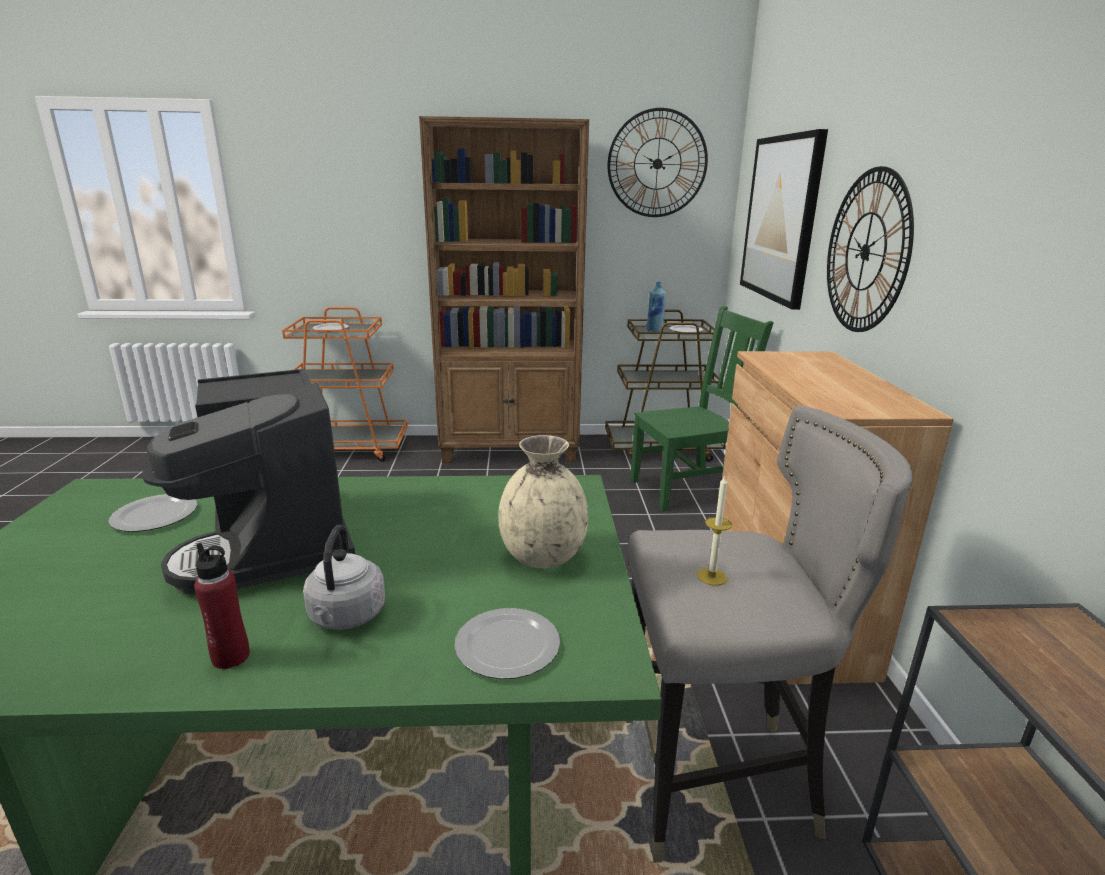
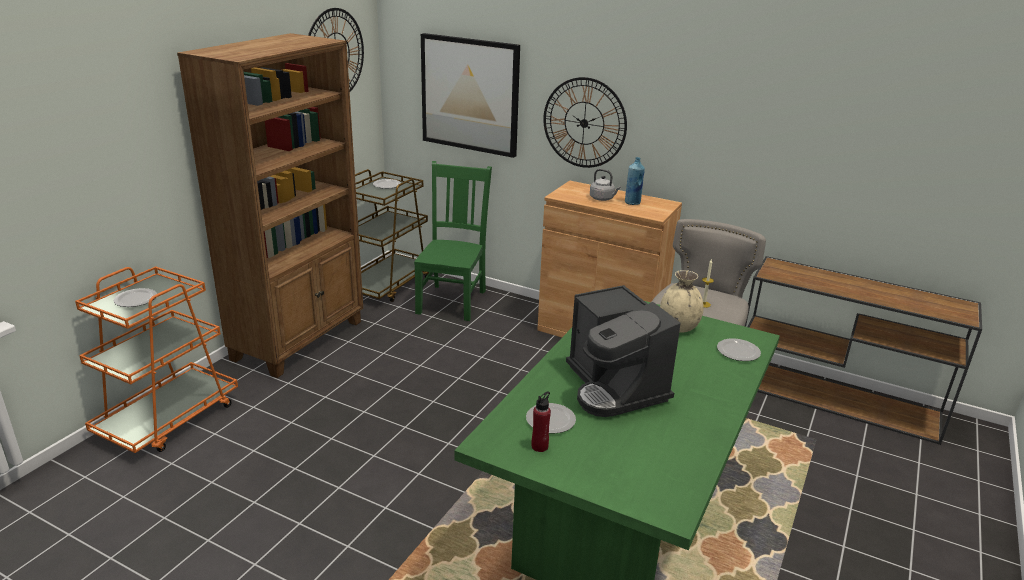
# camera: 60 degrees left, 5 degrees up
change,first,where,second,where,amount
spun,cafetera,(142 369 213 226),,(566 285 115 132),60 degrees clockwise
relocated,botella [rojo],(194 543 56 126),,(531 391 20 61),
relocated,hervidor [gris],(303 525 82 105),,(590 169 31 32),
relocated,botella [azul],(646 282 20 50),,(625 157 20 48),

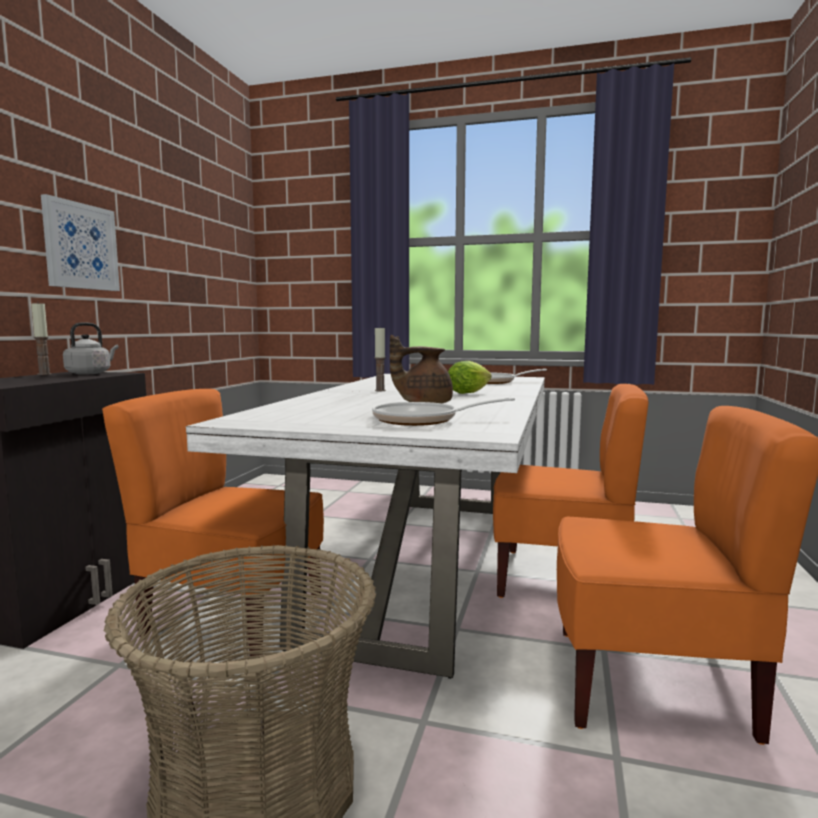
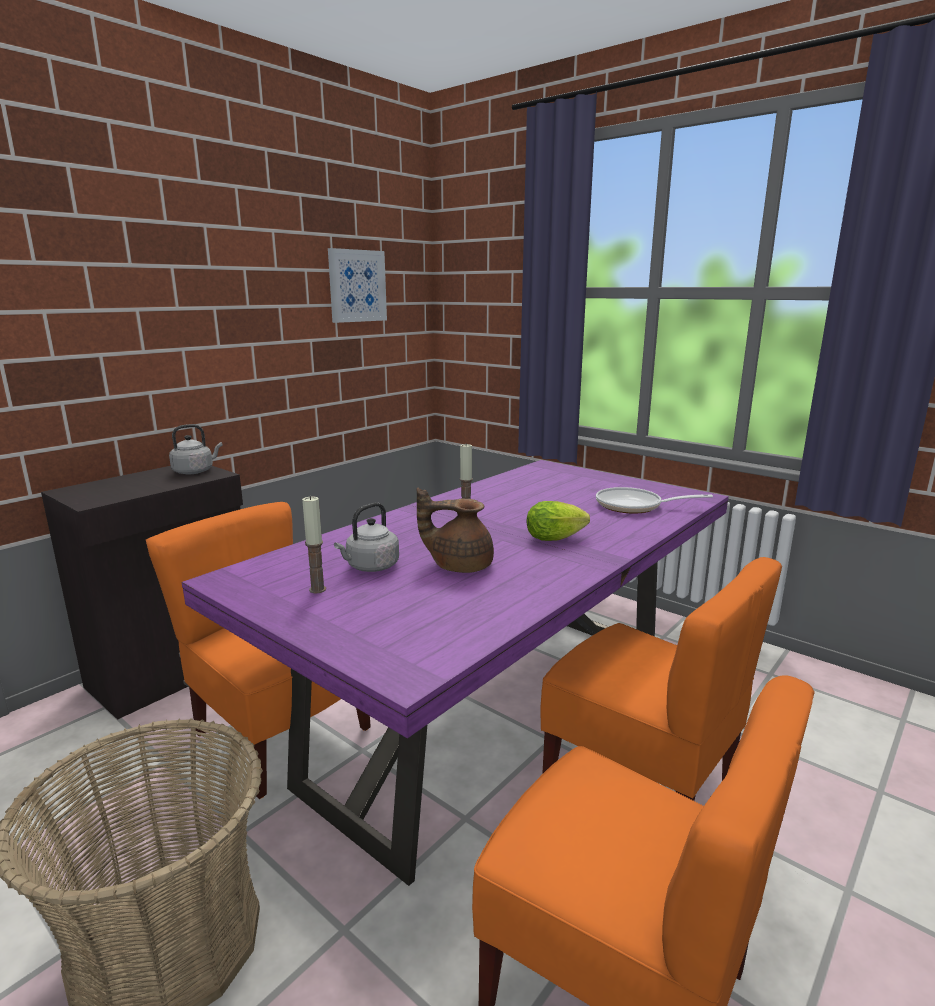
# camera: 25 degrees right, 10 degrees up
change,first,where,second,where,amount
relocated,vela,(31 303 21 72),,(302 496 24 98),
relocated,cuadro,(41 194 79 97),,(328 248 59 75),
colour,mesa de comedor [blanco],(186 374 359 305),mesa de comedor [morado],(181 460 548 426),
missing,sartén,(372 397 143 29),,,
appeared,,,hervidor [gris],(334 502 65 70),

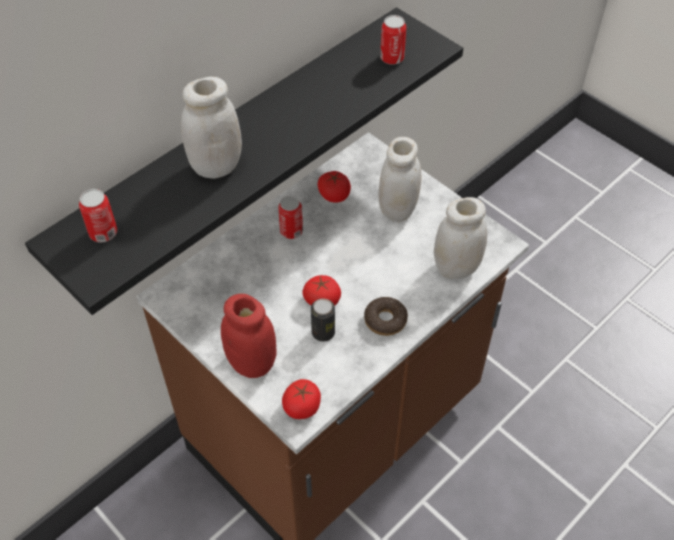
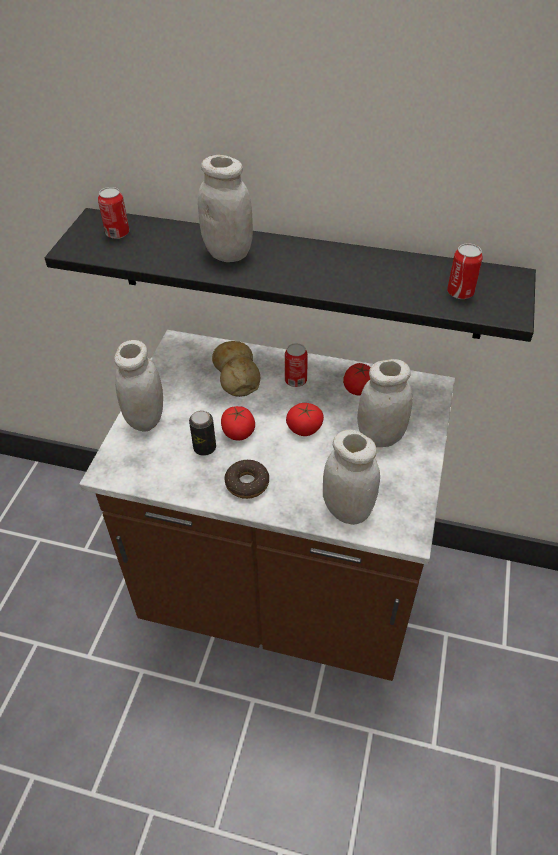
# camera: 60 degrees right, 5 degrees down
change,first,where,second,where,amount
colour,tarro [rojo],(221 294 56 84),tarro [blanco],(114 340 49 92),
relocated,tomate,(282 379 39 40),,(286 403 38 33),
appeared,,,pan,(212 341 48 56),

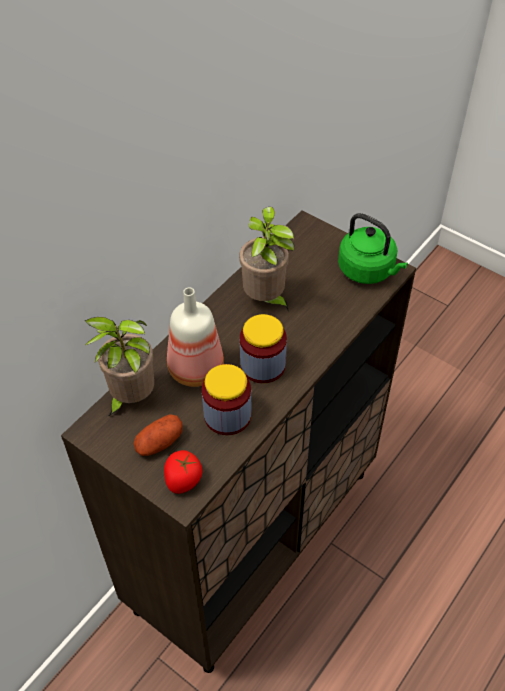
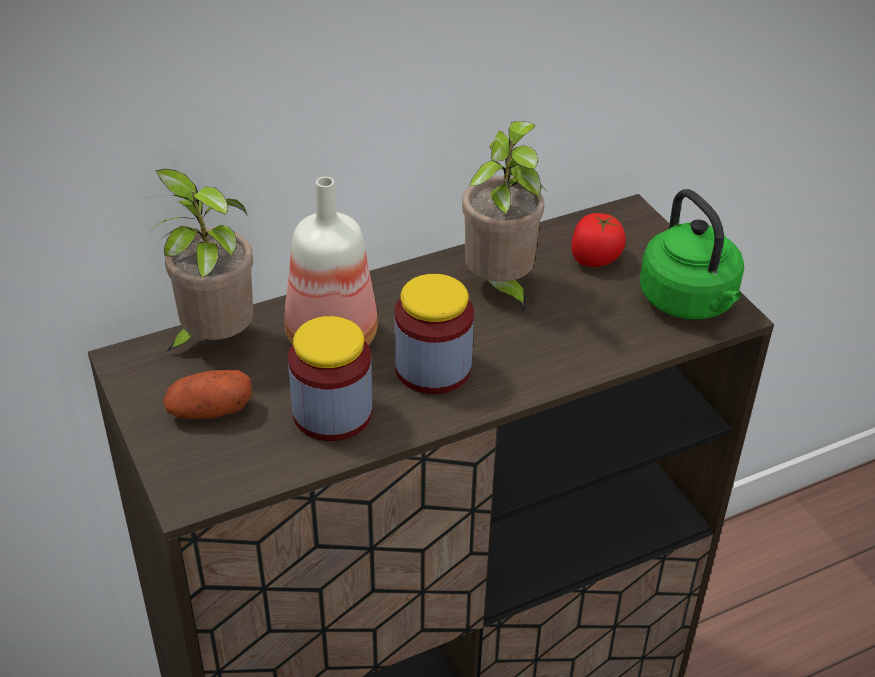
# camera: 25 degrees right, 10 degrees down
change,first,where,second,where,amount
relocated,tomate,(164 450 39 44),,(571 213 55 54),

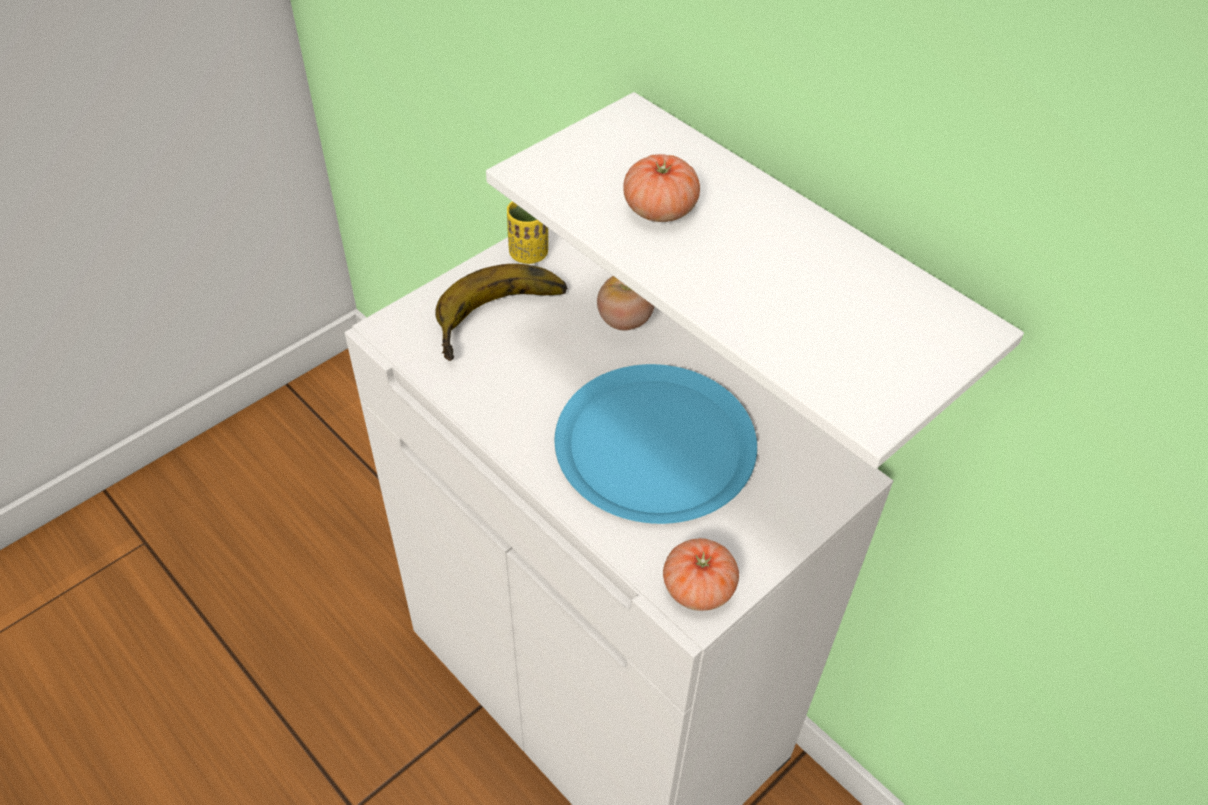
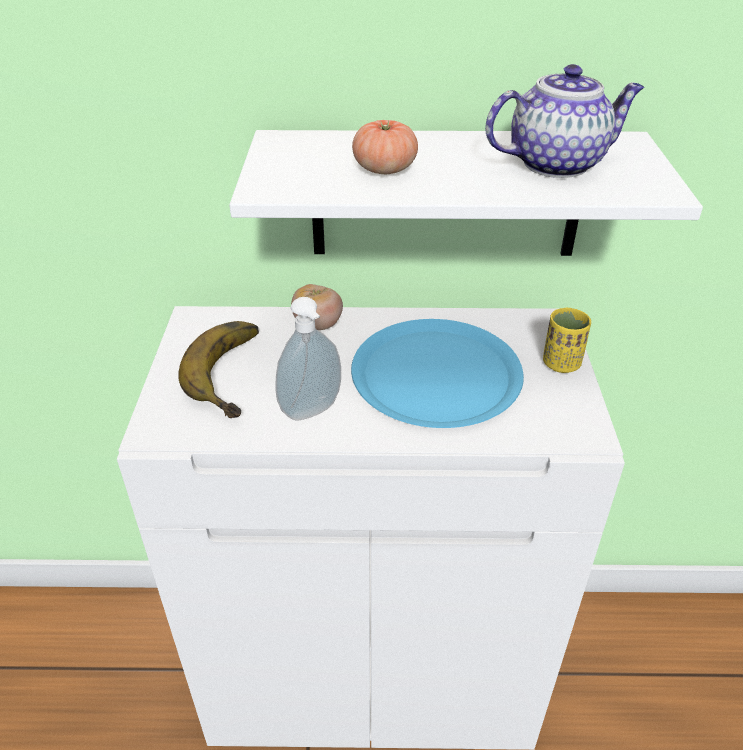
# camera: 45 degrees left, 10 degrees down
change,first,where,second,where,amount
relocated,taza [amarillo],(507 201 41 63),,(543 308 48 65),
missing,tomate,(663 538 76 73),,,
appeared,,,dispensador de jabón,(275 297 66 123),
appeared,,,tetera,(485 64 160 114),

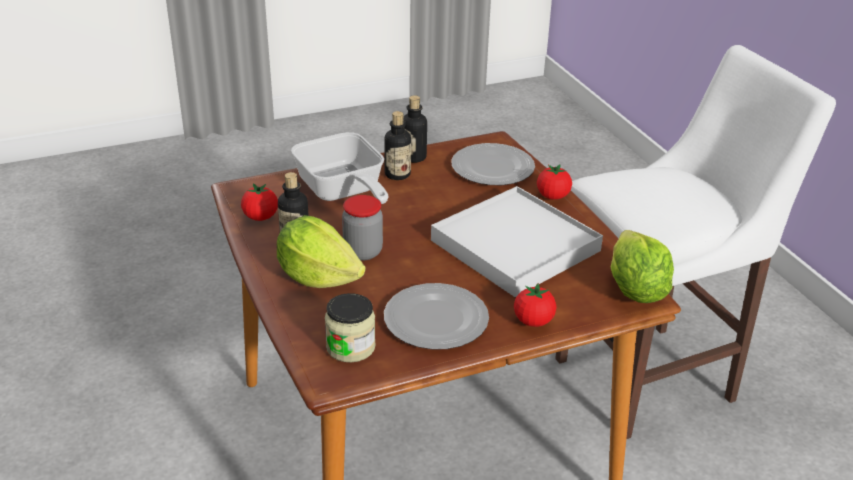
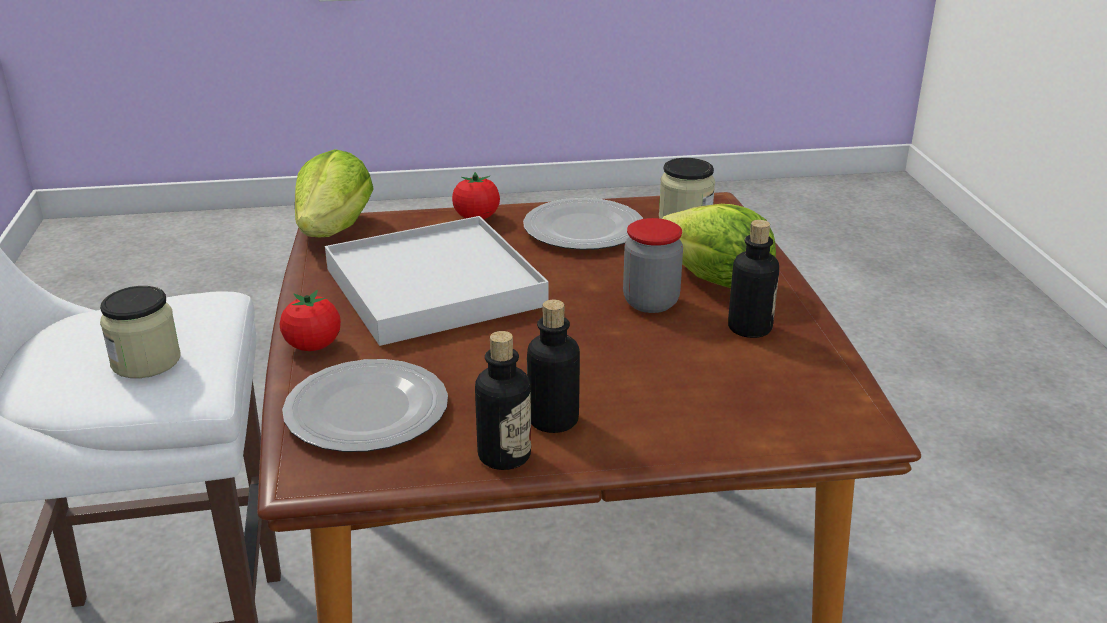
# camera: 165 degrees left, 5 degrees down
change,first,where,second,where,amount
missing,tomate,(241 183 37 38),,,
missing,sartén,(291 132 98 72),,,
appeared,,,tarro,(100 286 80 92),

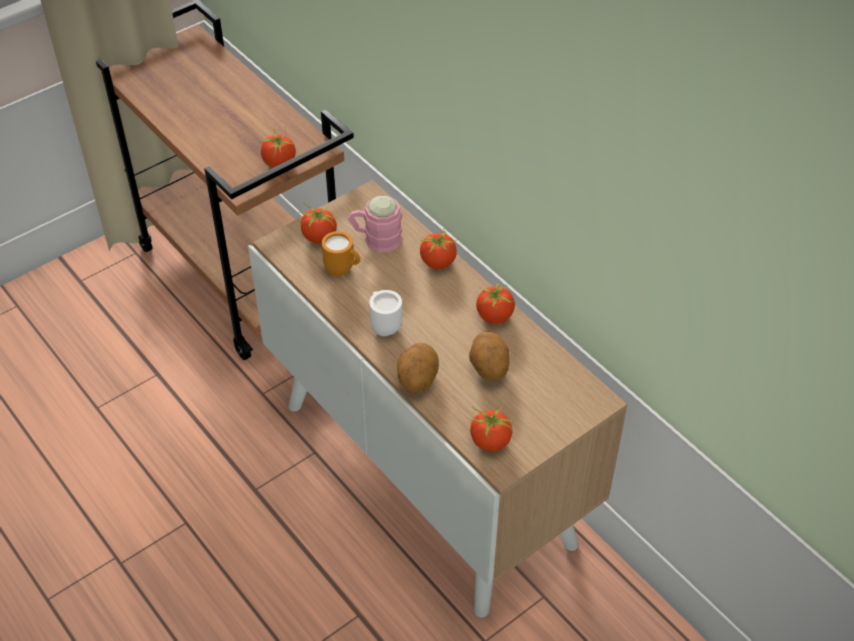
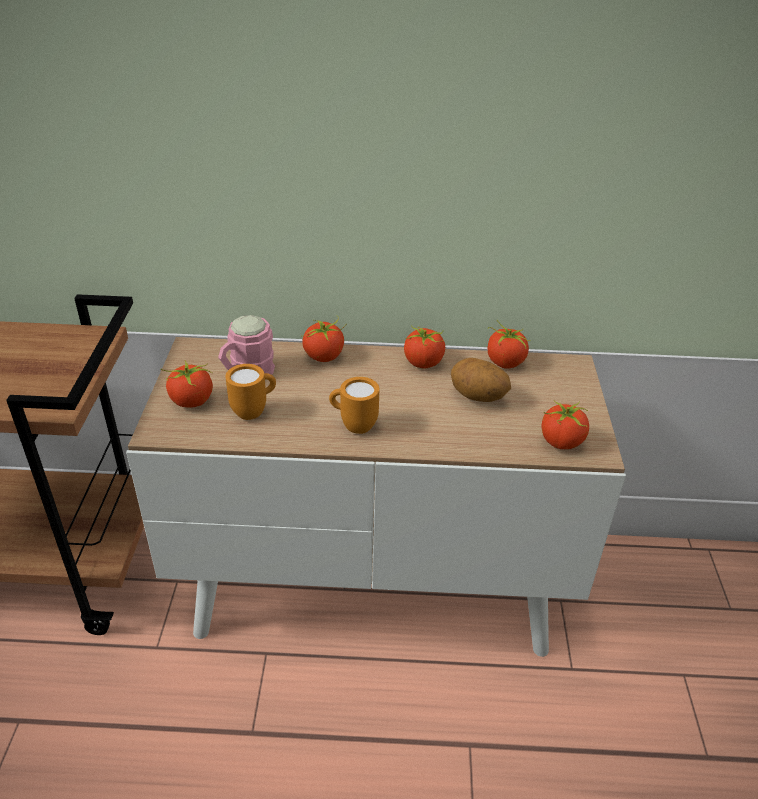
# camera: 50 degrees left, 10 degrees down
change,first,where,second,where,amount
relocated,tomate,(261 128 35 40),,(488 320 43 49),
colour,taza grande [blanco],(369 290 33 46),taza grande [naranja],(329 377 50 57),
missing,patata,(397 342 42 51),,,

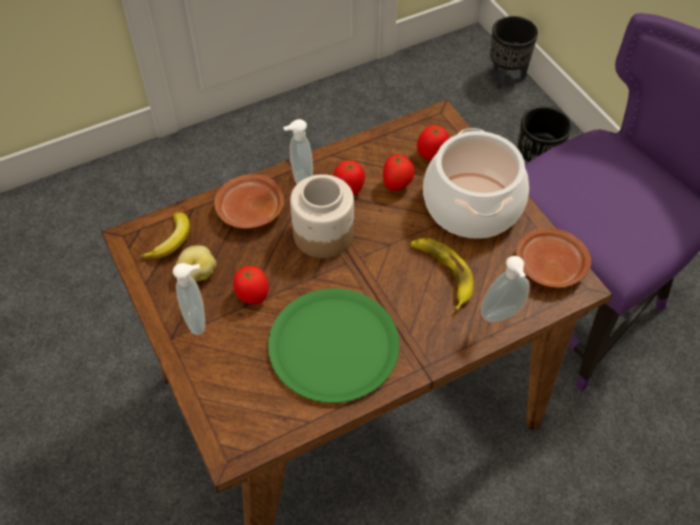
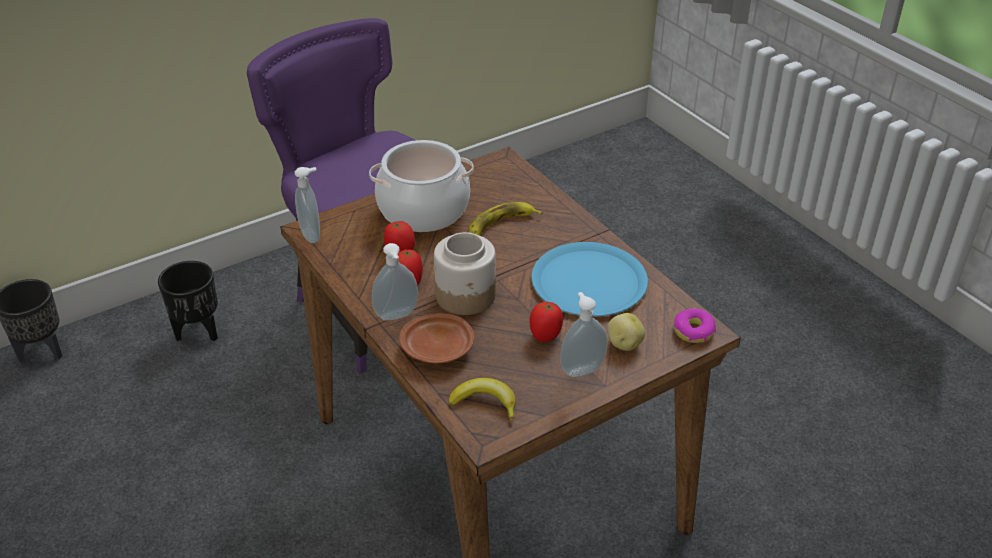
# camera: 95 degrees left, 15 degrees down
change,first,where,second,where,amount
relocated,patata,(176 245 41 36),,(607 313 38 38),
colour,plato [verde],(268 288 131 115),plato [azul],(531 242 117 74),
missing,tomate,(417 125 33 36),,,
relocated,dispensador de jabón,(481 256 49 66),,(294 167 26 76),
missing,plato [marrón],(516 228 75 60),,,
appeared,,,rosquilla,(674 308 42 35),

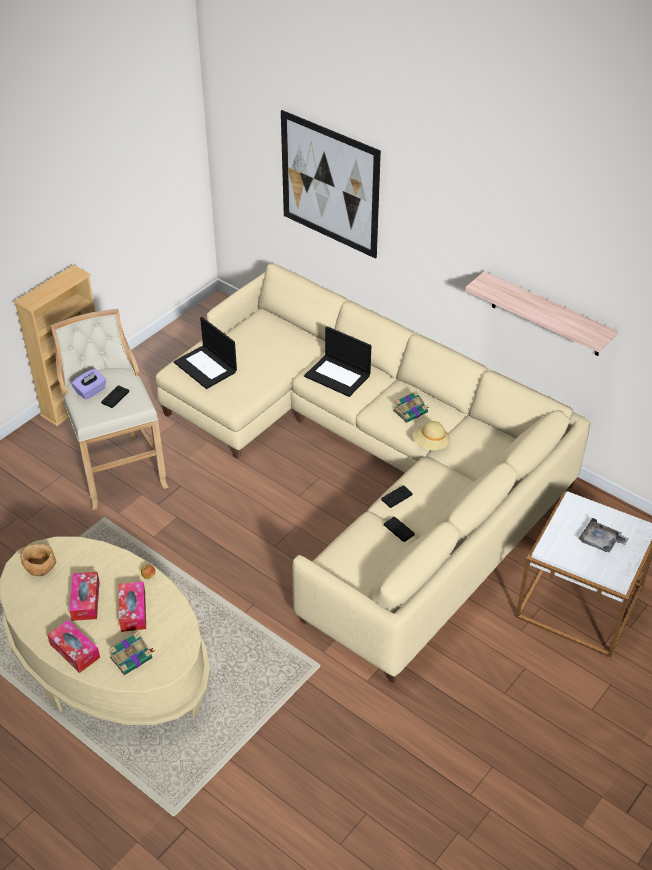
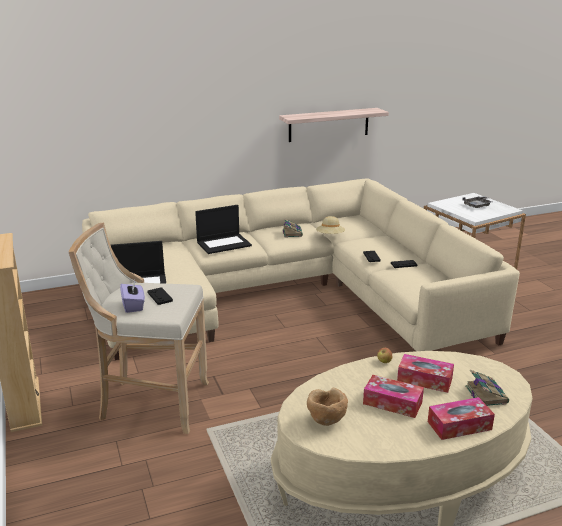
# camera: 60 degrees left, 20 degrees down
change,first,where,second,where,amount
missing,cuadro,(281 110 100 149),,,

